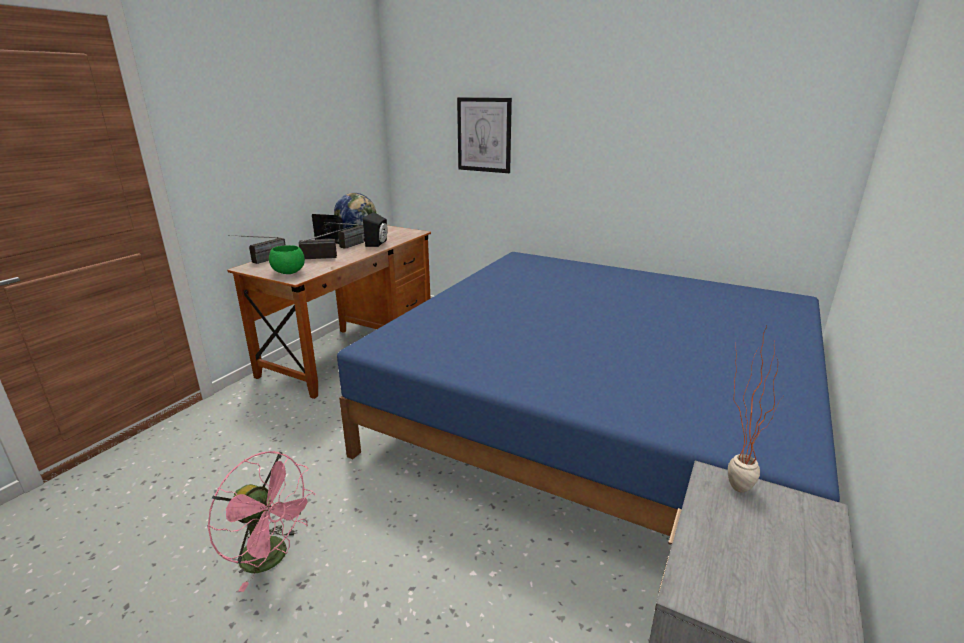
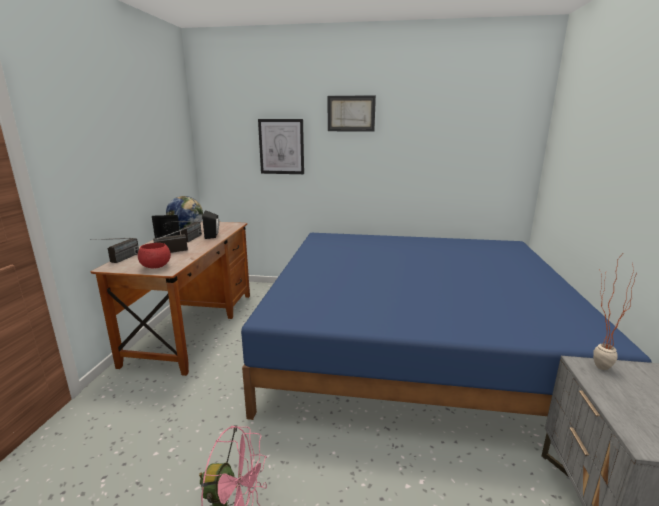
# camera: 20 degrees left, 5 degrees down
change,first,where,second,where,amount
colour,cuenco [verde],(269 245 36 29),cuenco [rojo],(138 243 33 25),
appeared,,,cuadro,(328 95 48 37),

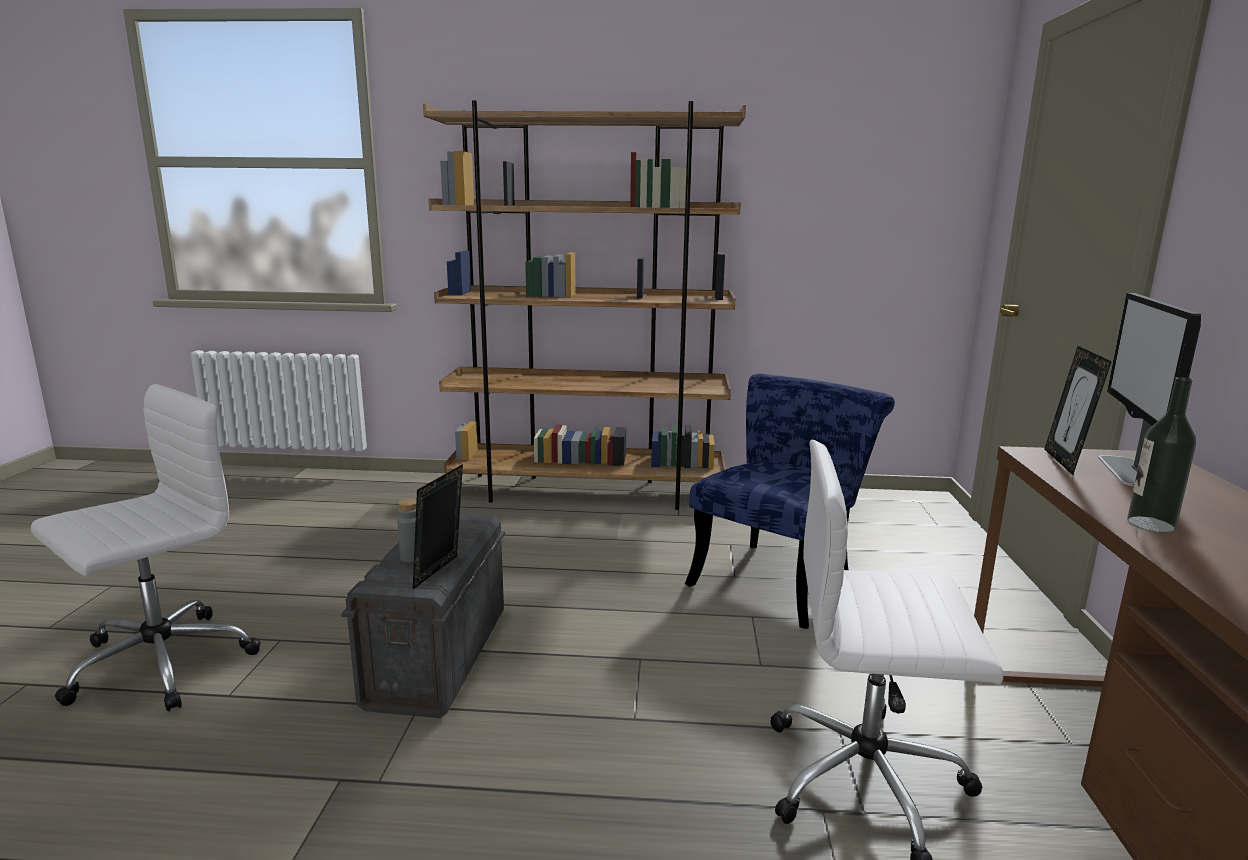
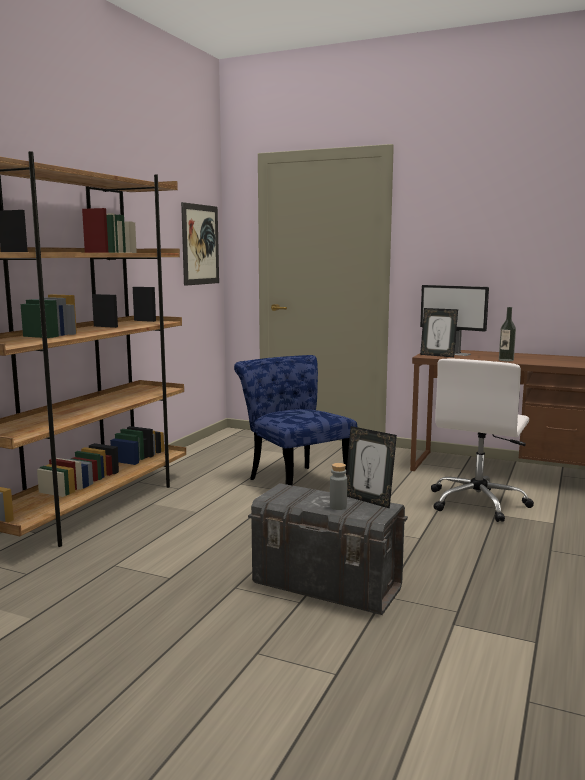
# camera: 70 degrees left, 5 degrees down
change,first,where,second,where,amount
missing,silla de oficina [blanco],(31 384 230 327),,,
appeared,,,cuadro,(181 202 38 84),

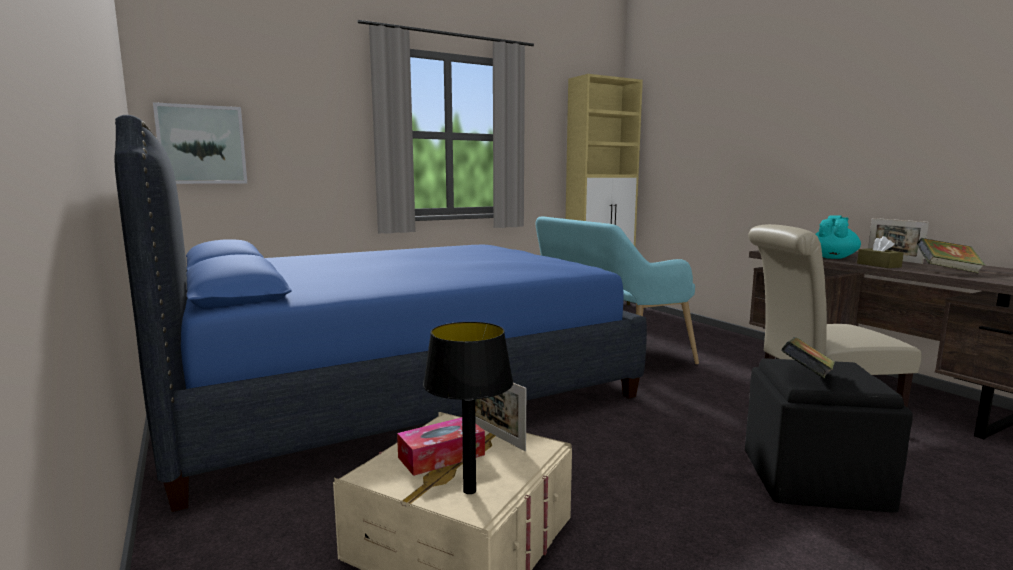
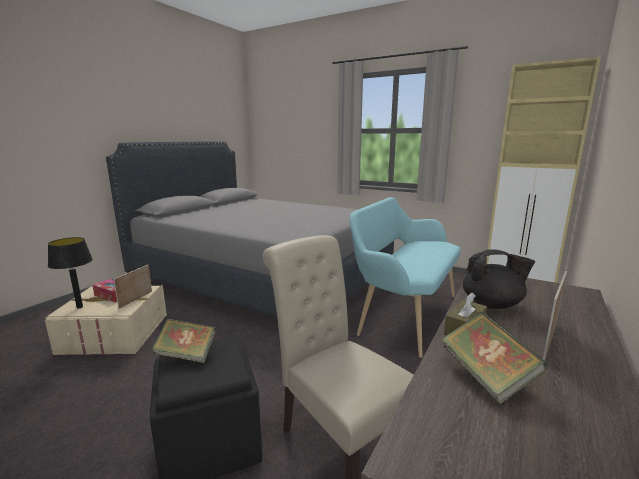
# camera: 60 degrees right, 5 degrees up
change,first,where,second,where,amount
colour,cama [azul],(114 115 533 397),cama [gris],(106 141 288 177),
missing,cuadro,(153 102 94 82),,,
colour,tetera [turquesa],(816 215 45 44),tetera [negro],(463 249 72 60),

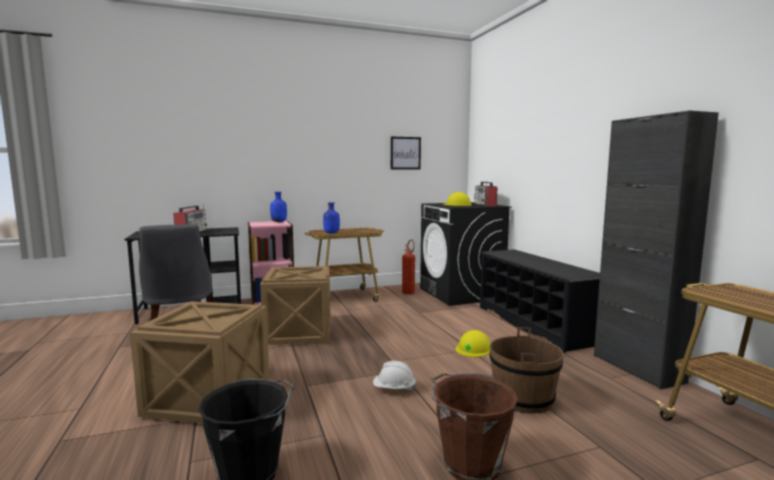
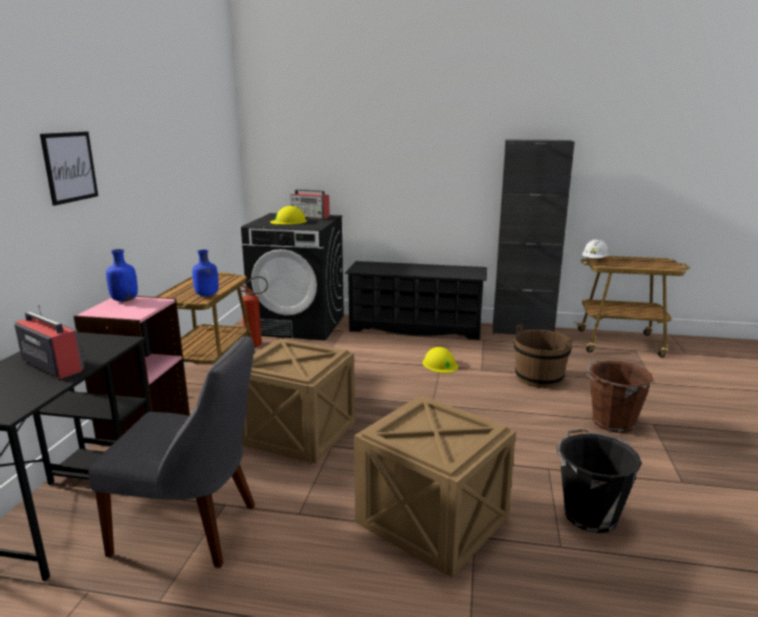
# camera: 60 degrees left, 10 degrees up
change,first,where,second,where,amount
relocated,casco [blanco],(373 361 43 29),,(582 239 27 19),
relocated,cuadro,(391 136 30 33),,(40 132 58 74),

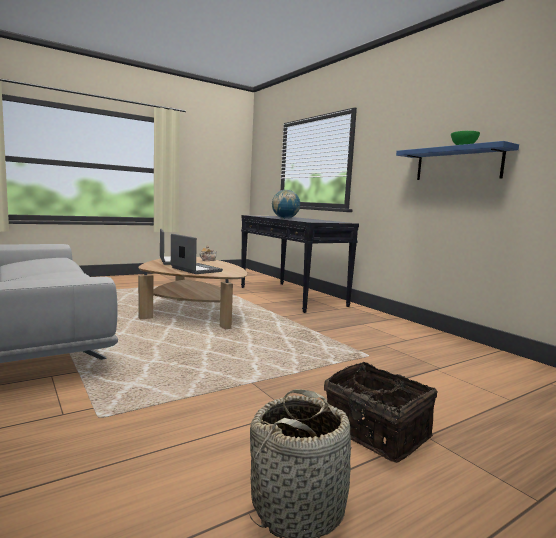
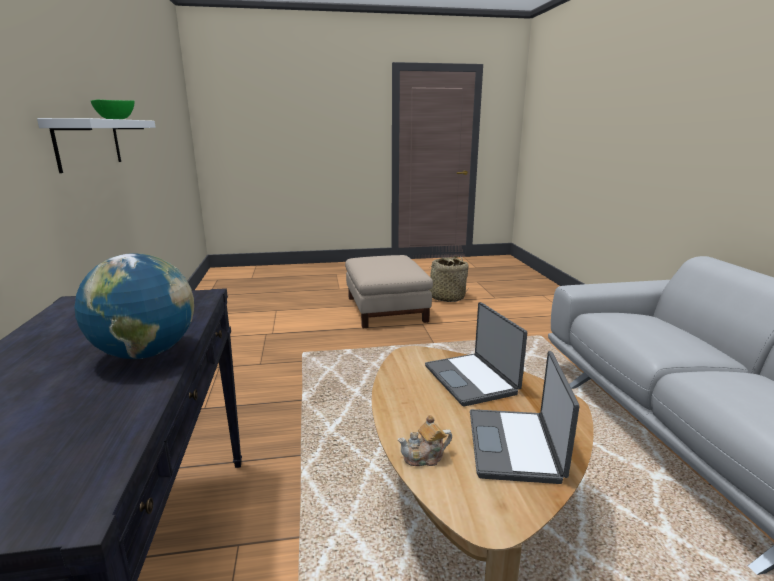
# camera: 155 degrees left, 10 degrees up
change,first,where,second,where,amount
exchanged,cesta,(324 362 114 101),puf [beis],(345 255 88 73),
colour,estante [azul],(396 141 123 39),estante [blanco],(37 118 119 55),

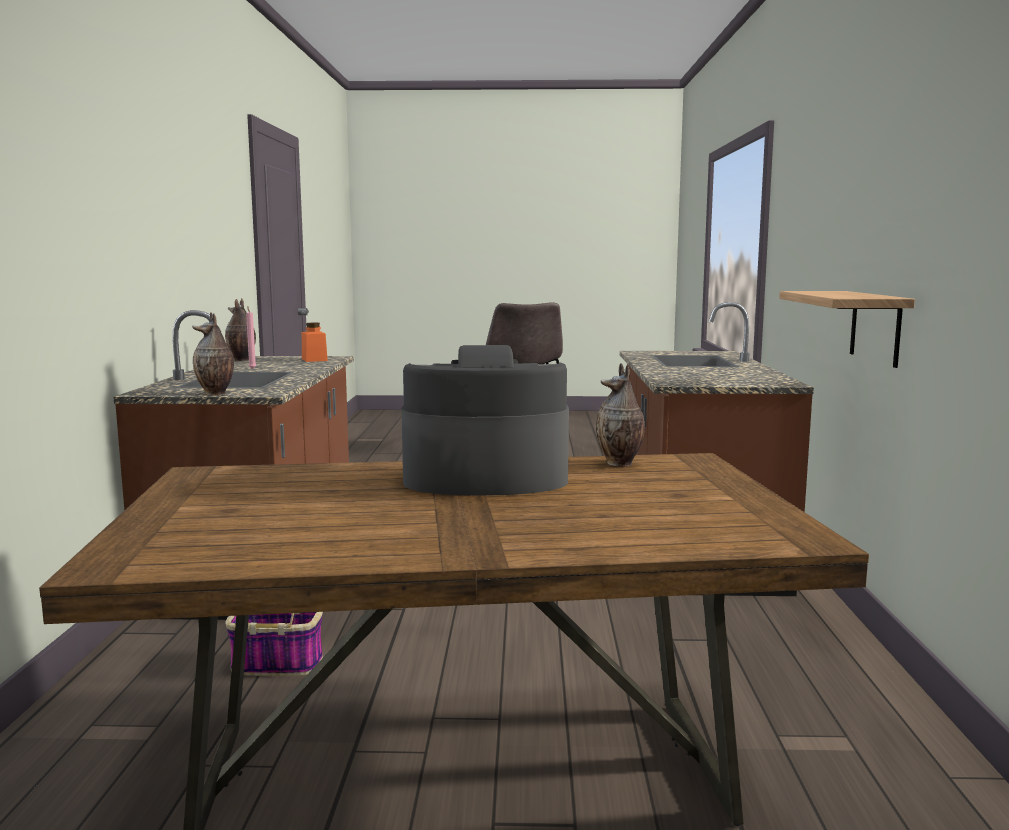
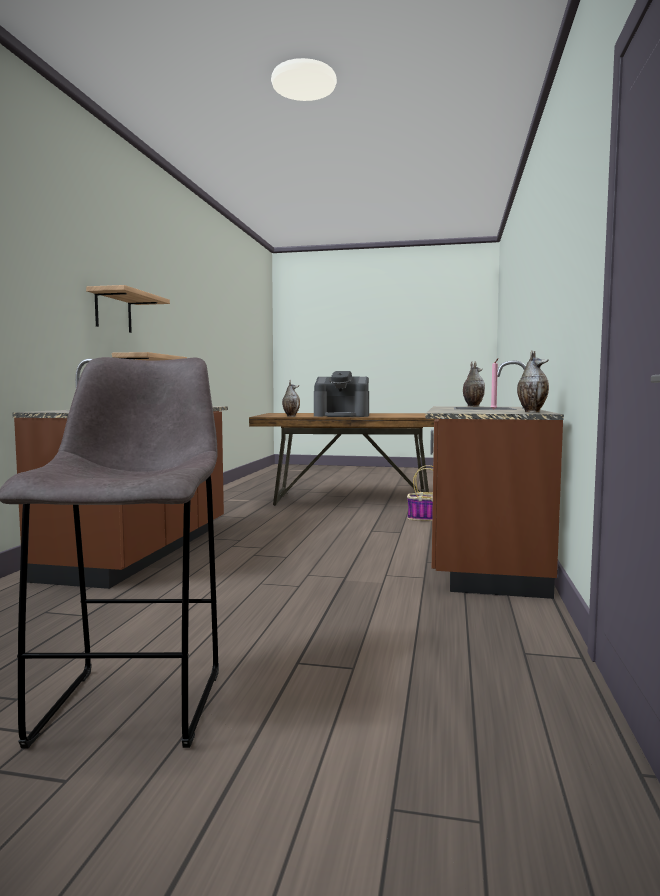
# camera: 170 degrees left, 5 degrees down
change,first,where,second,where,amount
missing,tarro [naranja],(302 323 26 39),,,
appeared,,,estante,(86 285 84 48),

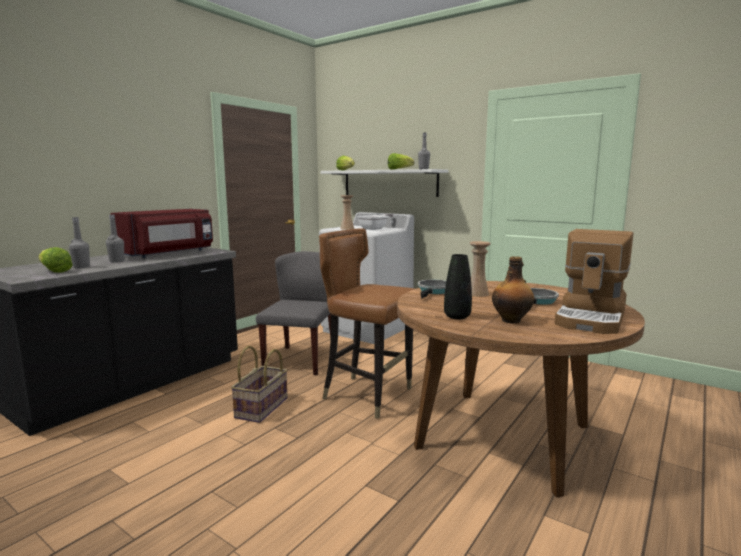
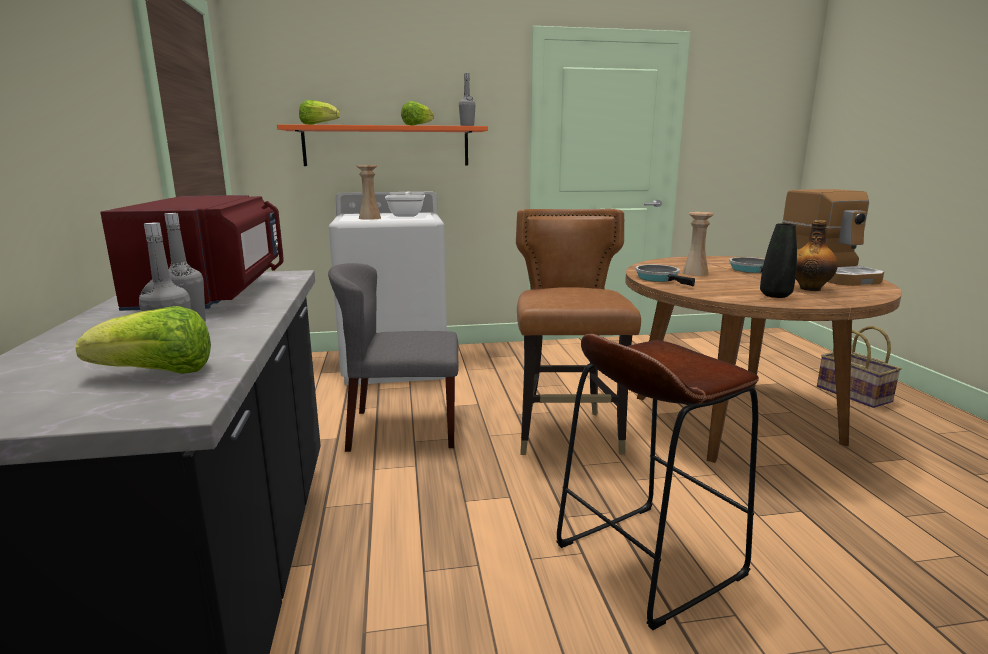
# camera: 45 degrees left, 5 degrees up
change,first,where,second,where,amount
relocated,cesta,(231 346 57 77),,(817 326 85 82),
spun,silla [gris],(256 251 75 124),,(328 263 130 189),60 degrees counterclockwise
spun,silla [marrón],(319 228 97 191),,(516 209 125 246),105 degrees clockwise
colour,estante [blanco],(321 169 127 28),estante [naranja],(277 124 211 42),
appeared,,,taburete [marrón],(556 334 203 296),

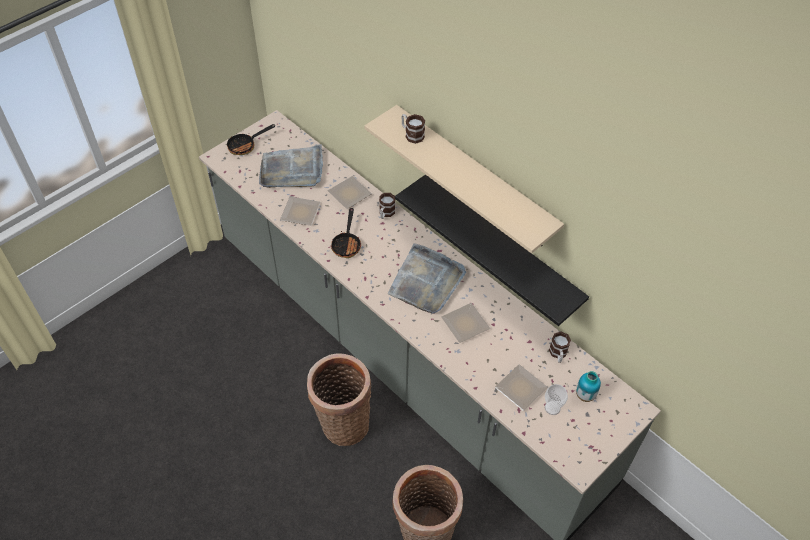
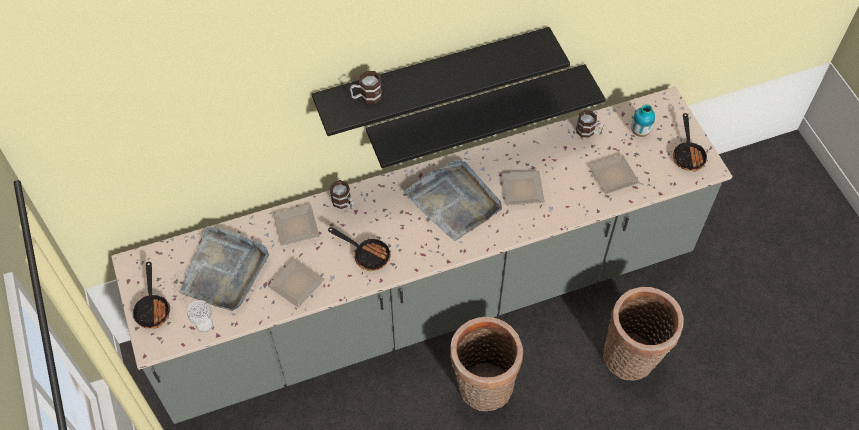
# camera: 65 degrees left, 5 degrees up
change,first,where,second,where,amount
colour,estante [beis],(364 105 200 149),estante [negro],(312 27 258 109),
relocated,taza,(545 384 23 31),,(187 300 26 33),
appeared,,,sartén,(673 113 35 58),

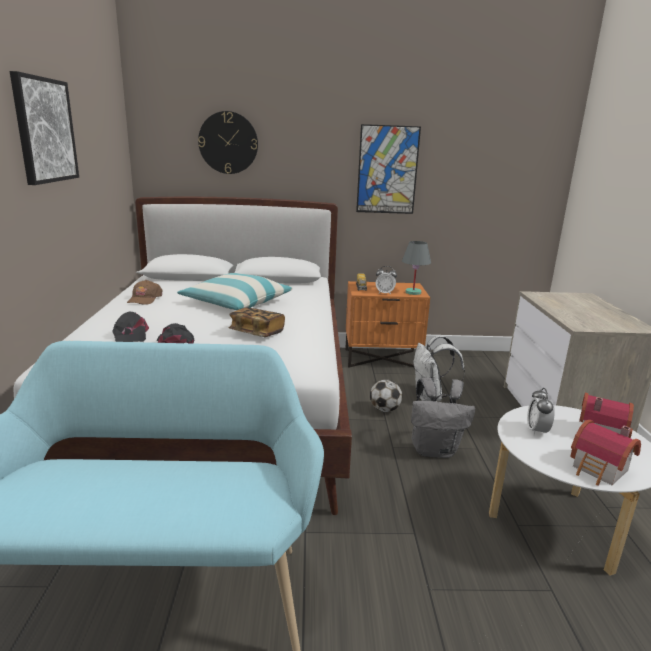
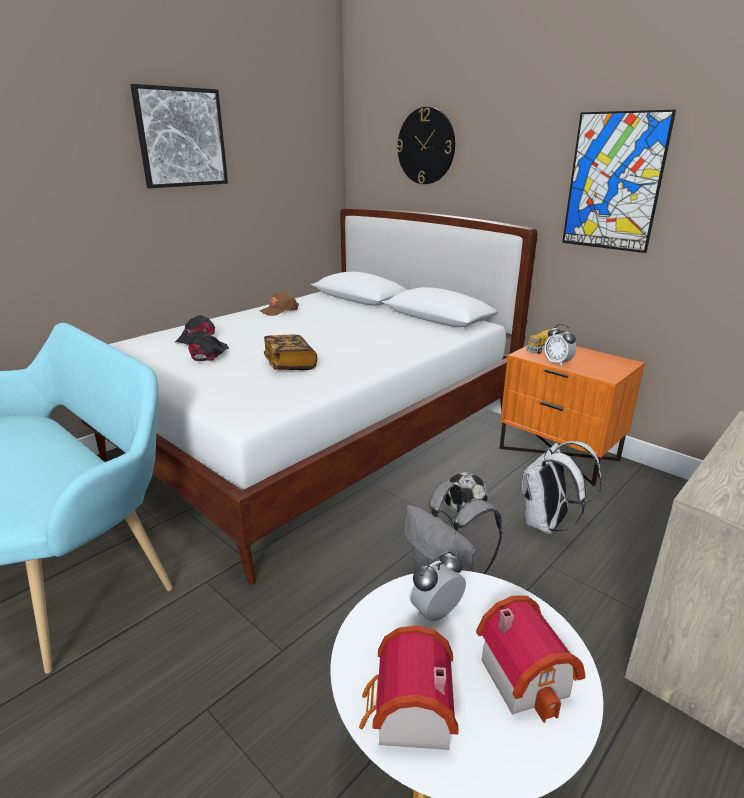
# camera: 45 degrees right, 5 degrees up
change,first,where,second,where,amount
missing,cojín,(177 273 116 37),,,
missing,lámpara de mesa [gris],(402 241 29 54),,,

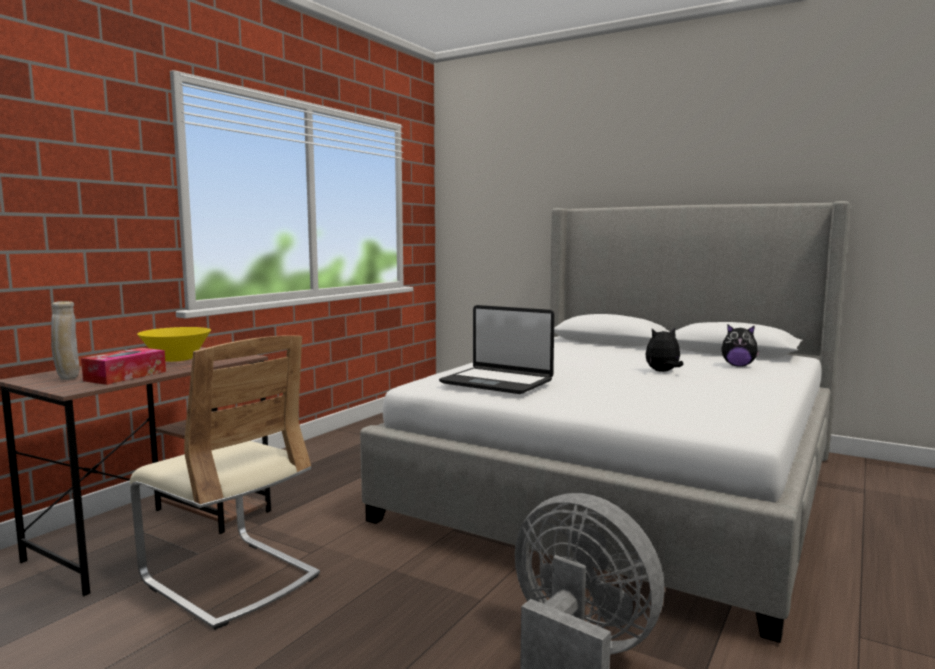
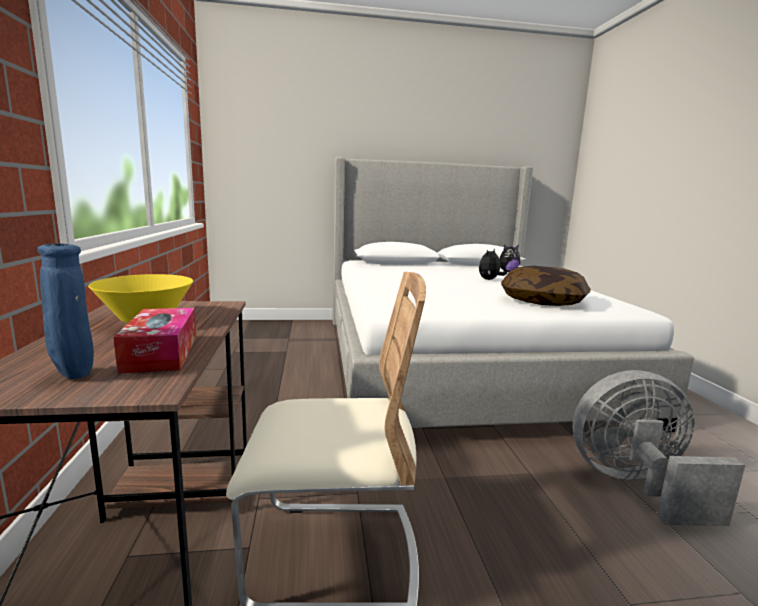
# camera: 40 degrees left, 5 degrees up
change,first,where,second,where,amount
colour,florero [beis],(51 301 29 79),florero [azul],(37 243 57 136),
missing,portátil,(439 305 116 89),,,
appeared,,,cojín,(501 266 90 40),

